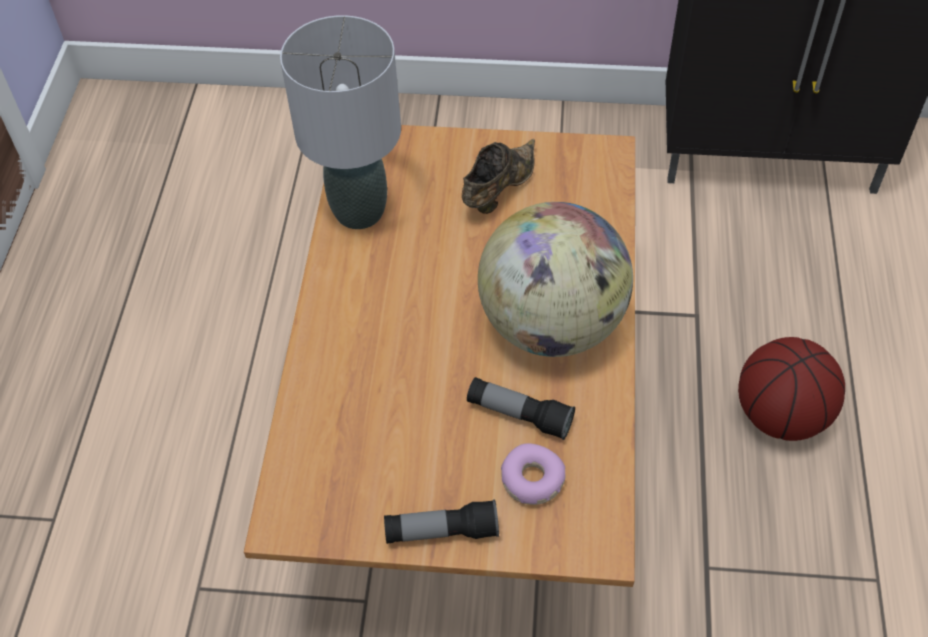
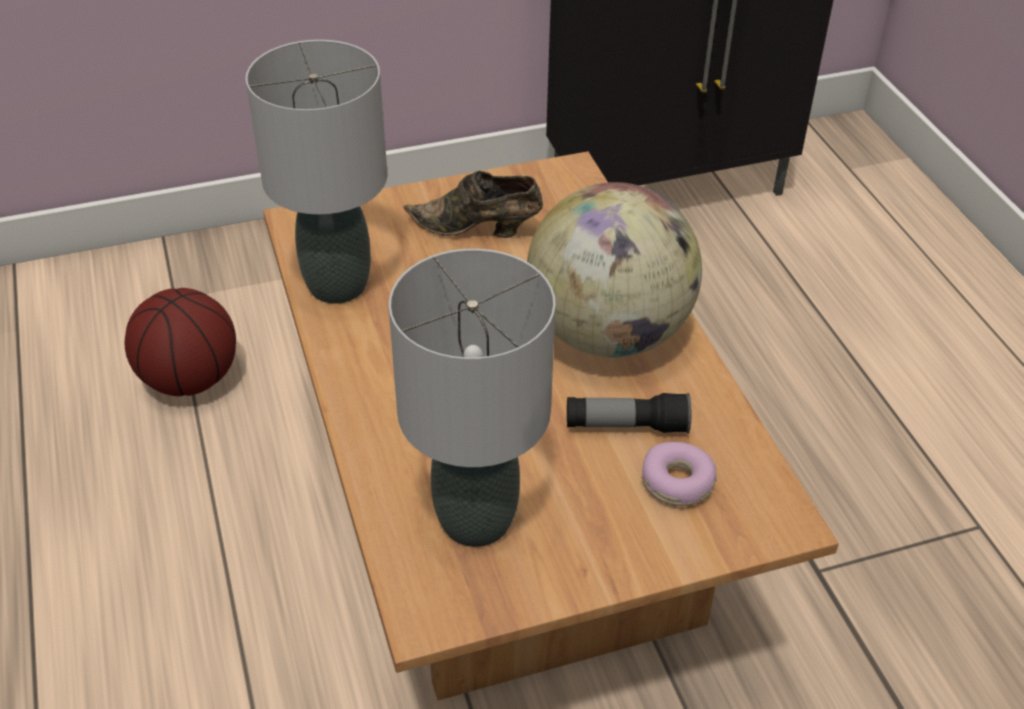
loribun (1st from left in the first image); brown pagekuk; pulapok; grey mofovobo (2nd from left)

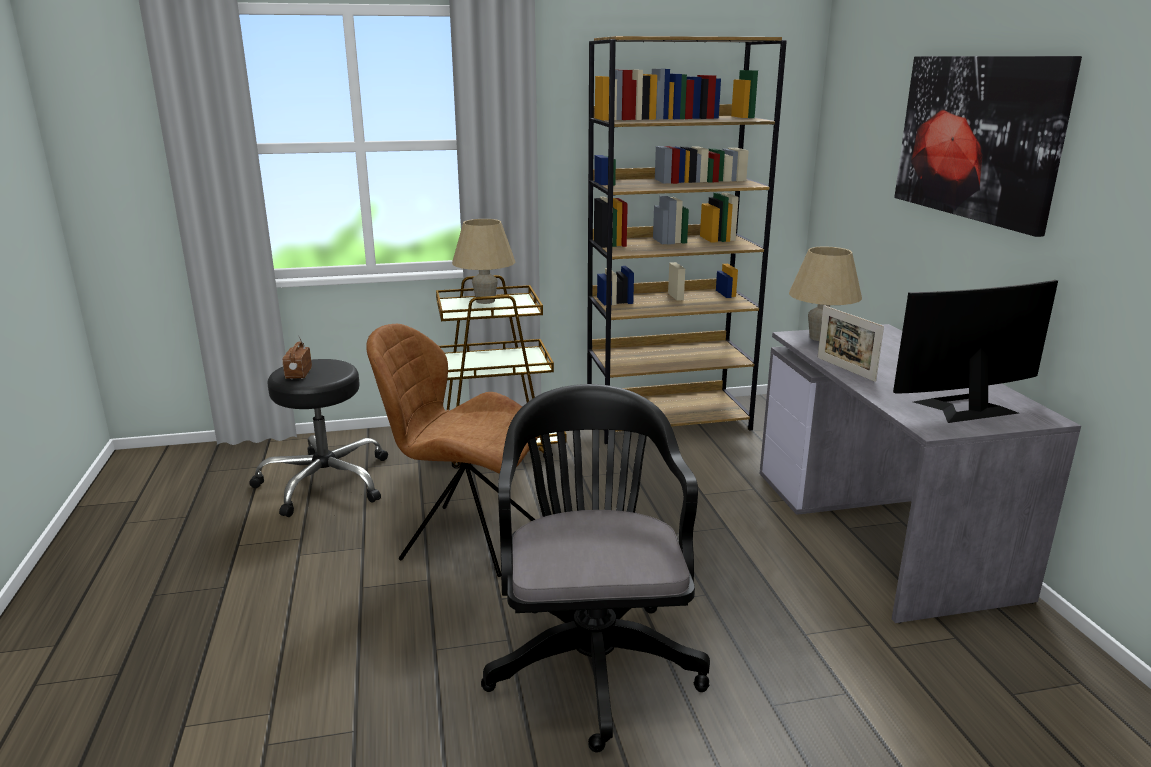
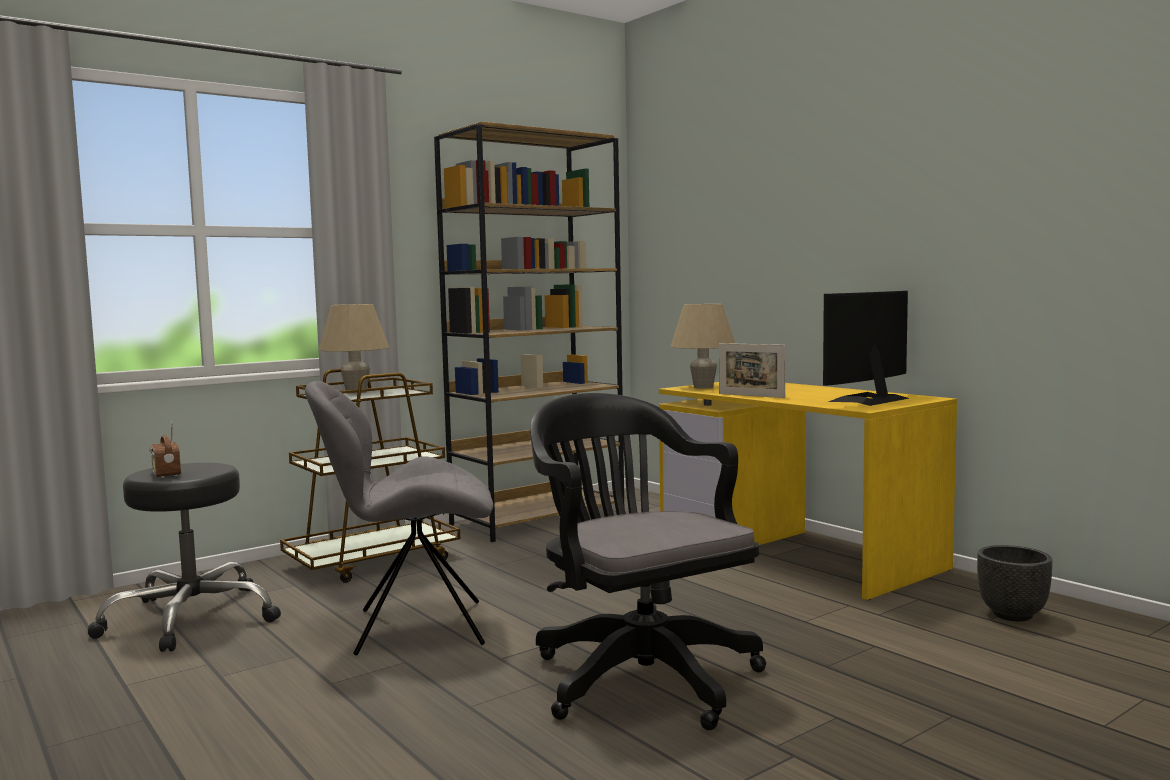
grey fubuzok; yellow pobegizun; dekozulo; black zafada

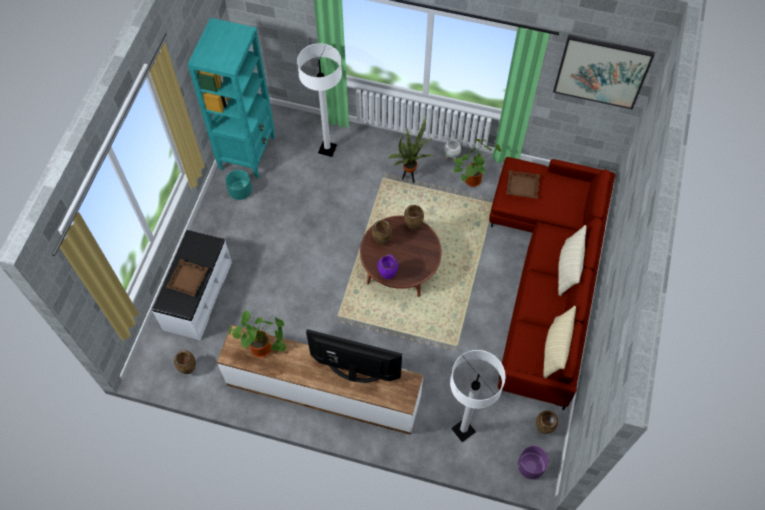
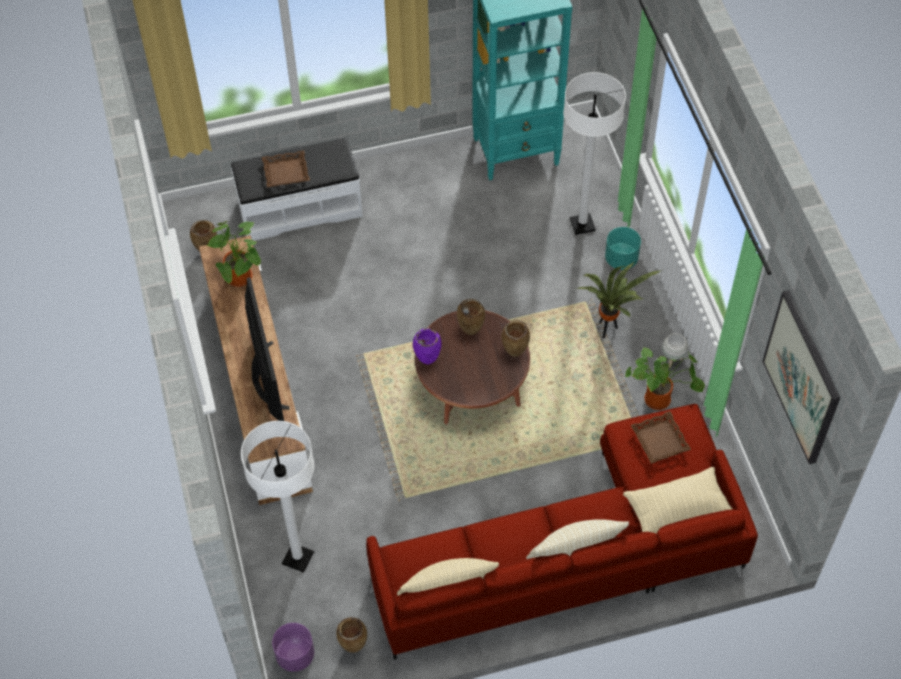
turquoise zafada; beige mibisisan (3rd from left)

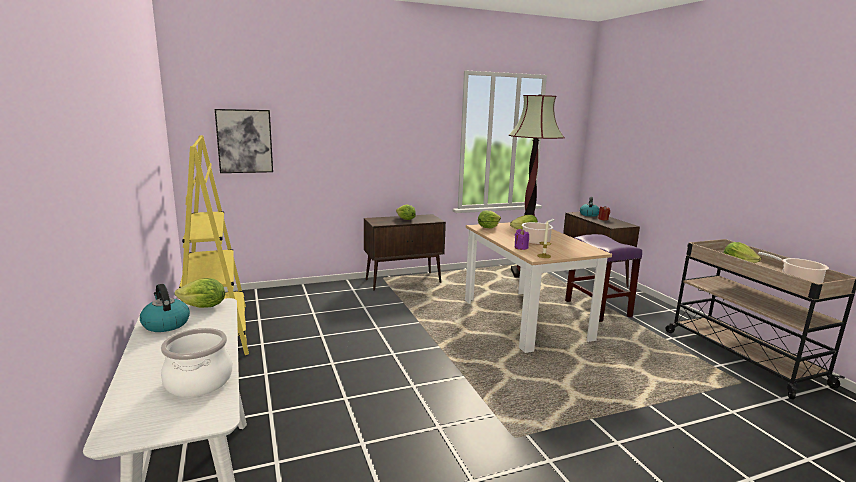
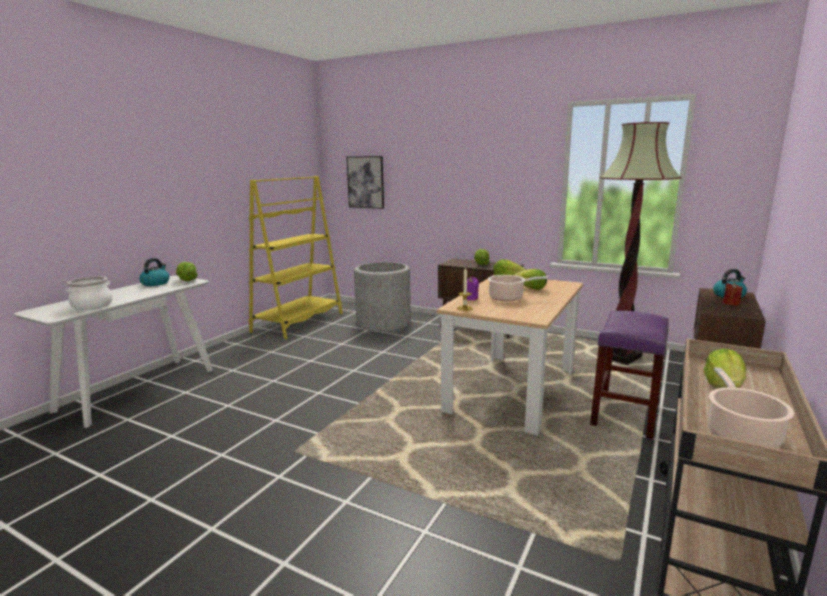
grey zafada

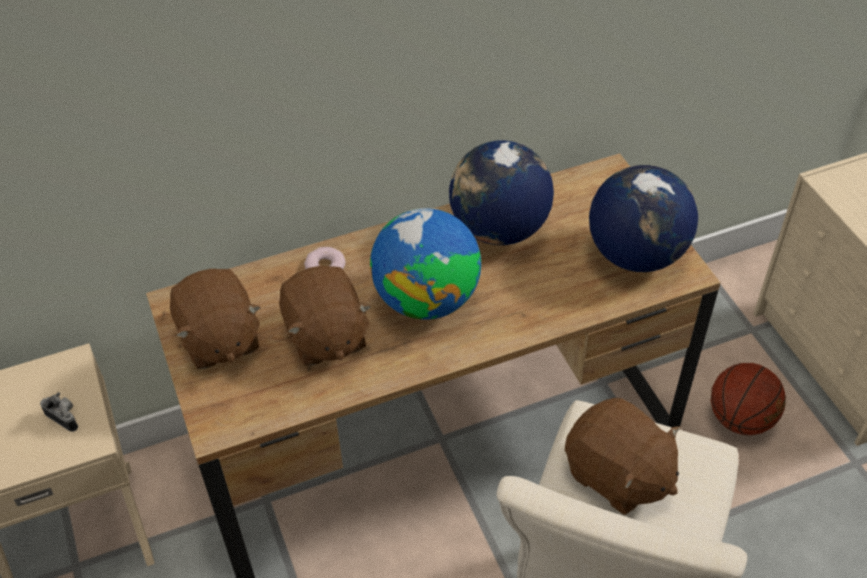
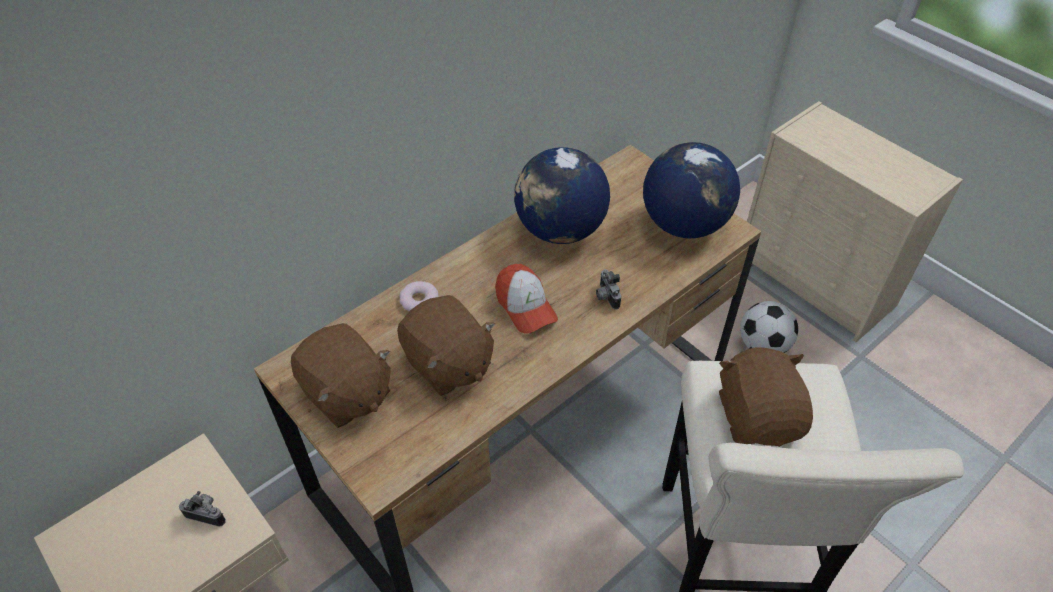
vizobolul; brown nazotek (3rd from left); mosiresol; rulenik (2nd from left)

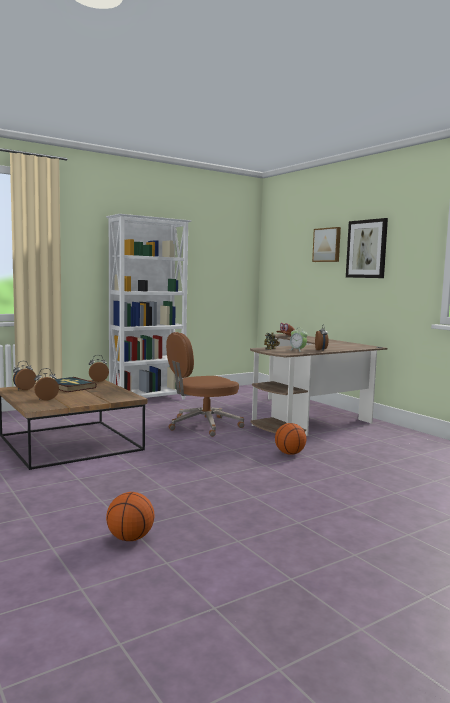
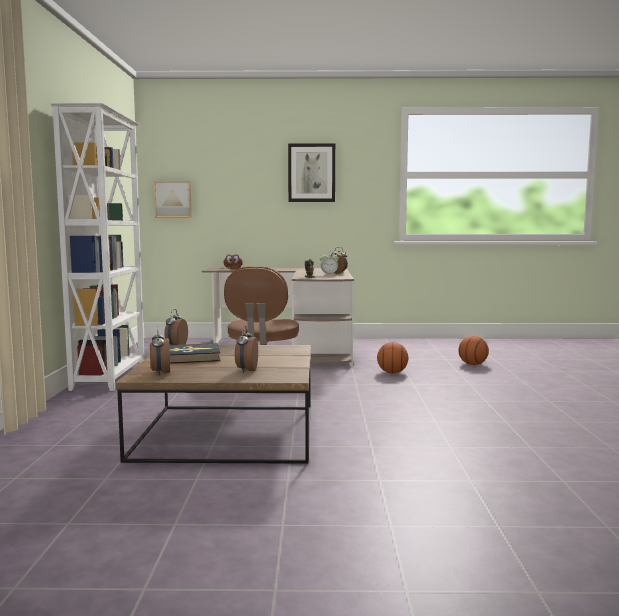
pulapok (2nd from left); dekozulo (1st from left)

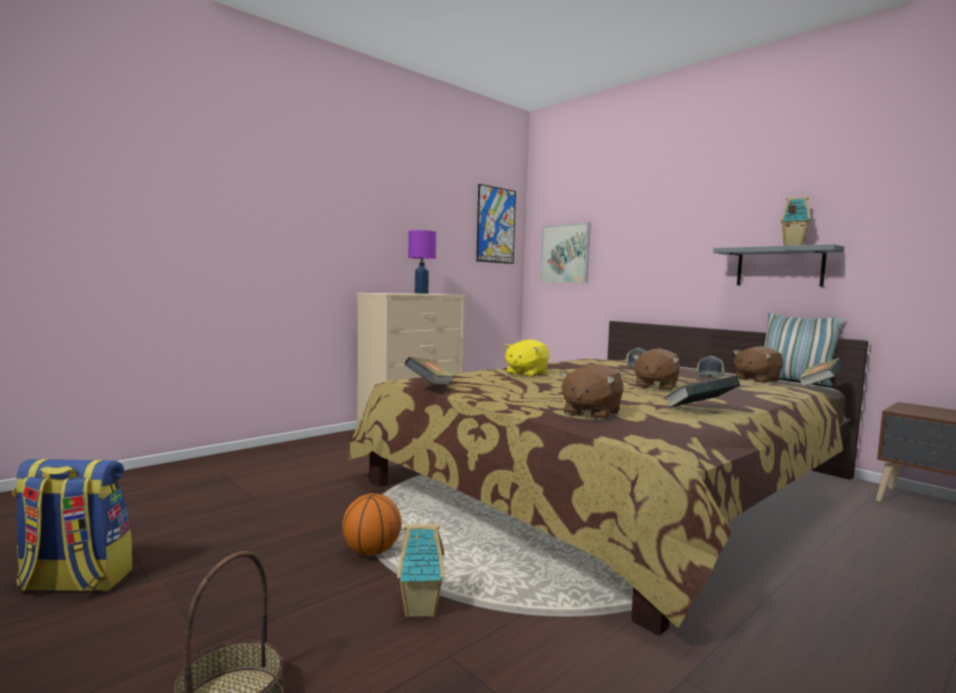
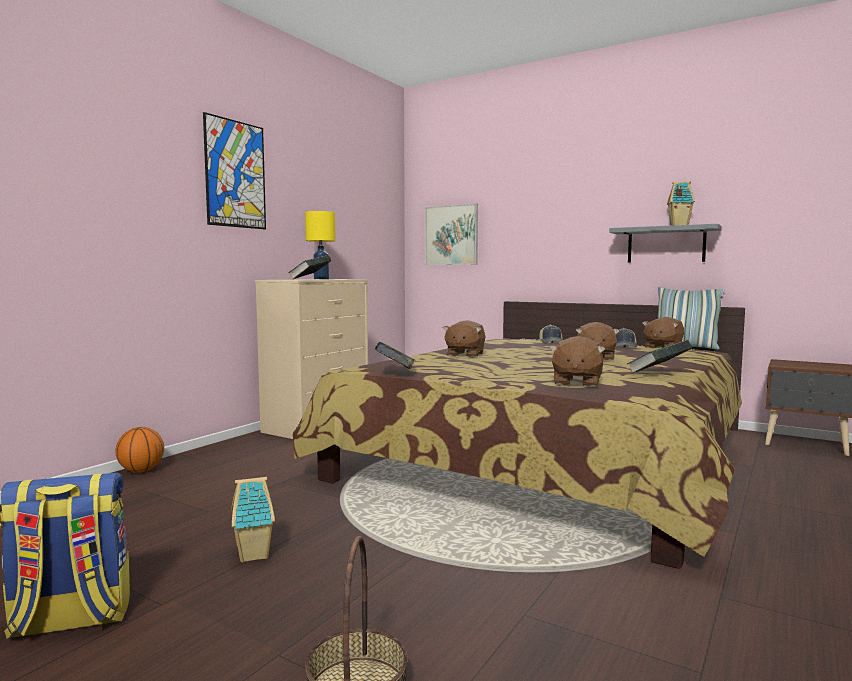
pulapok; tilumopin (1st from left); yellow mofovobo; dekozulo (1st from left); brown nazotek (1st from left); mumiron (1st from left)

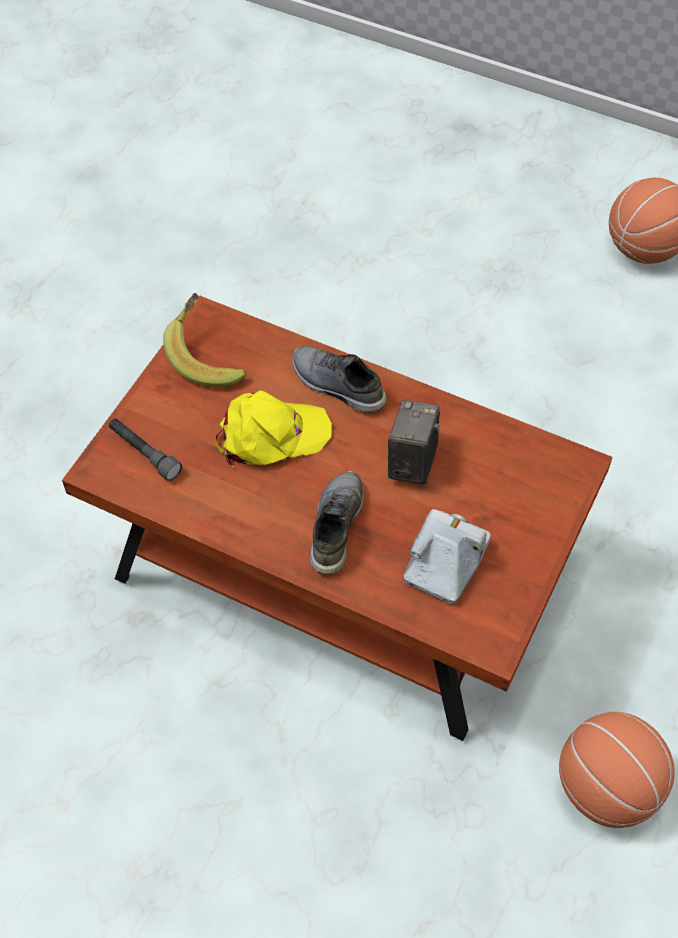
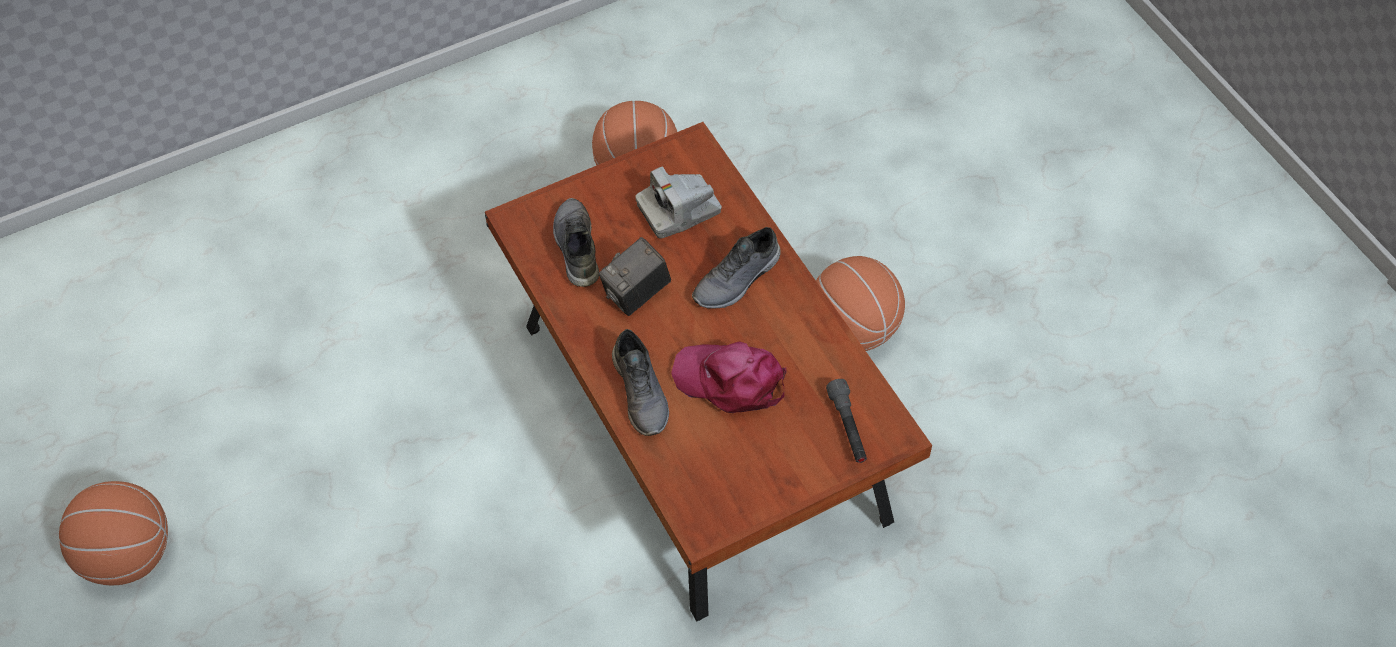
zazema; pink vizobolul; grey pagekuk (1st from left); pulapok (3rd from left)

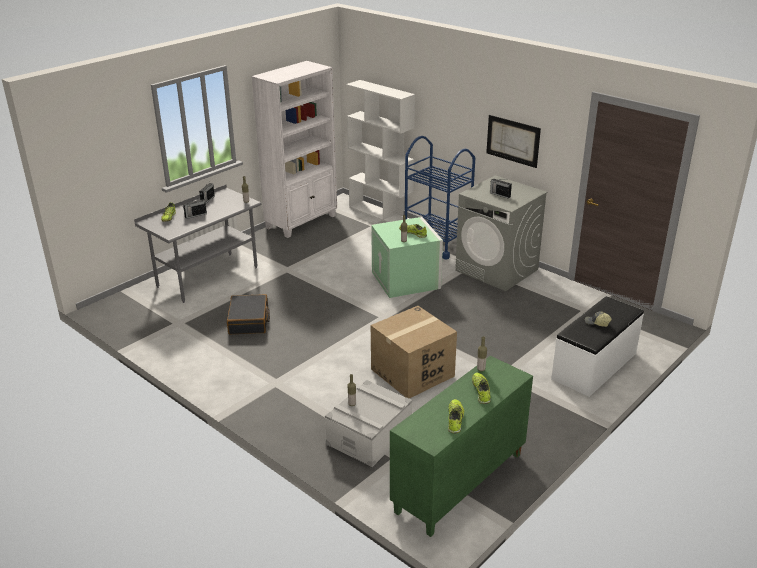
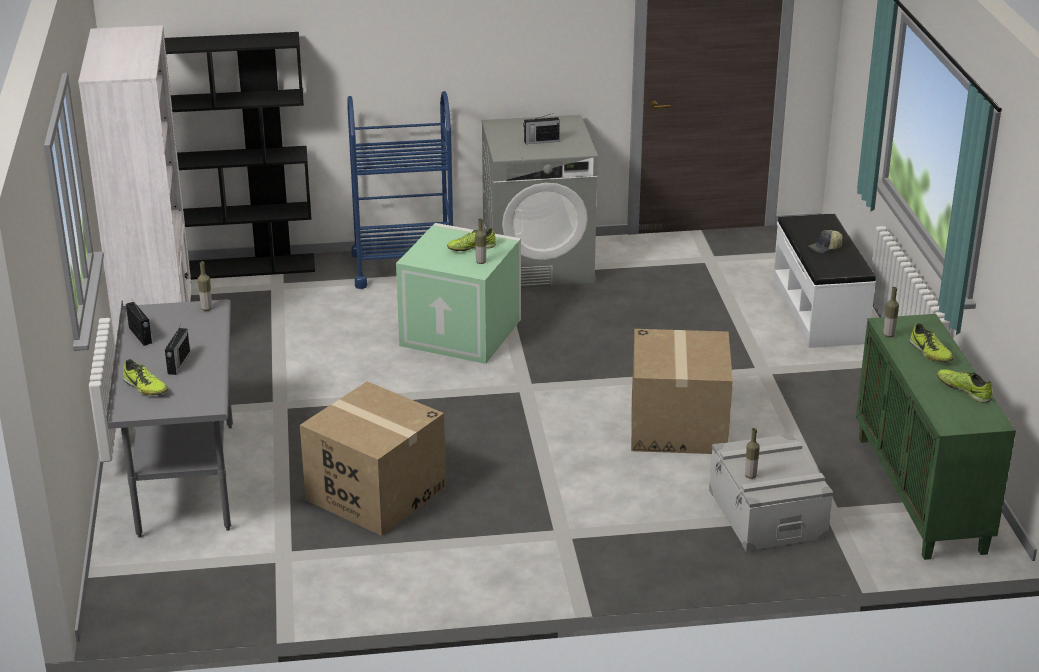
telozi (1st from left); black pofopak; pagekuk (3rd from left); dekozulo

